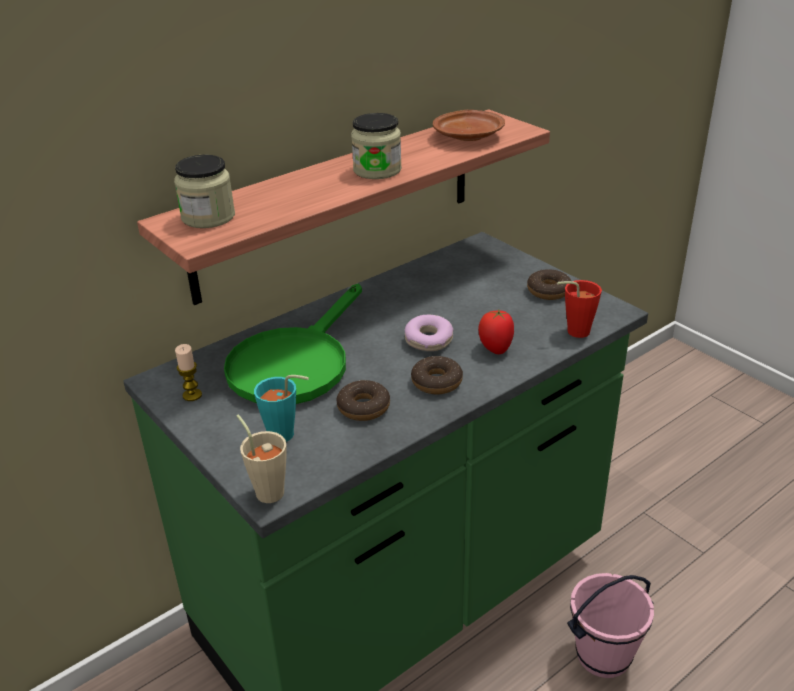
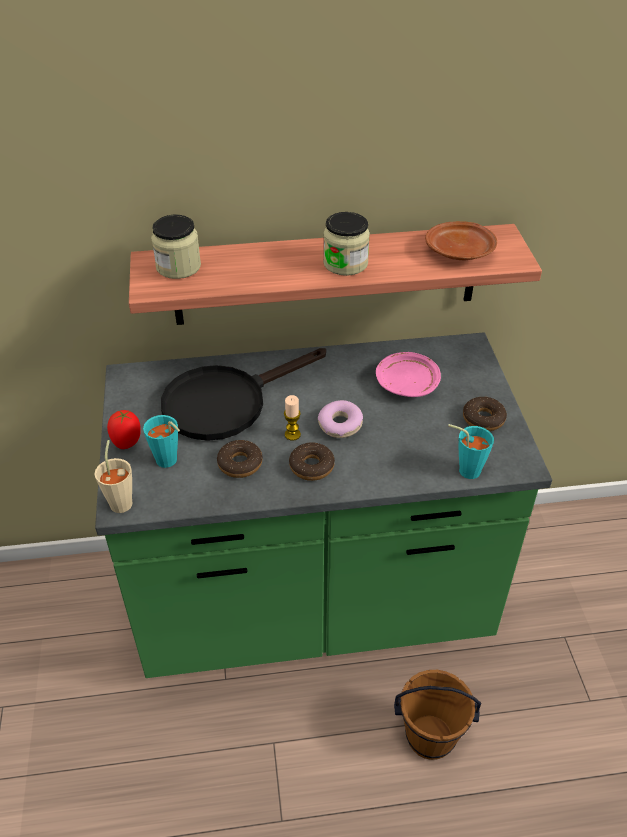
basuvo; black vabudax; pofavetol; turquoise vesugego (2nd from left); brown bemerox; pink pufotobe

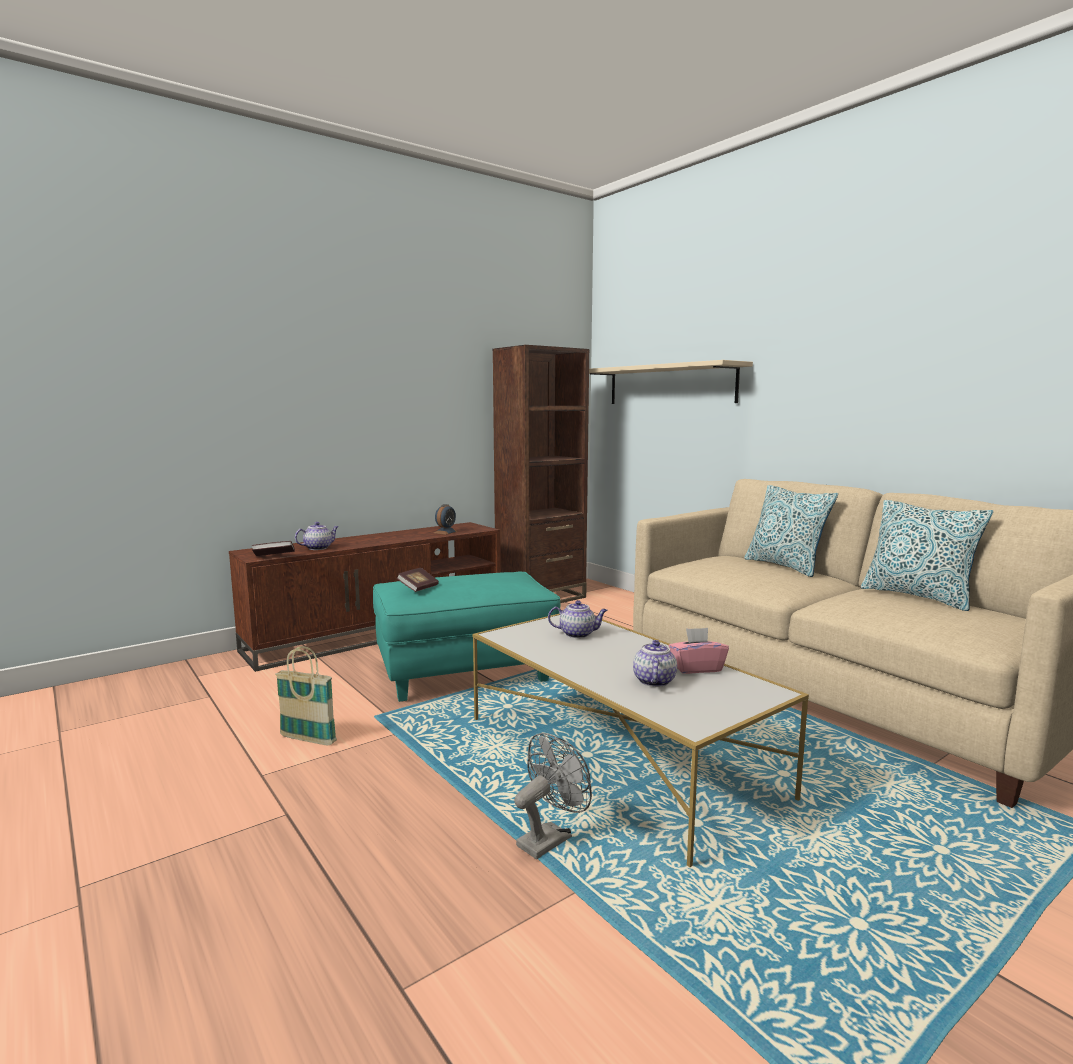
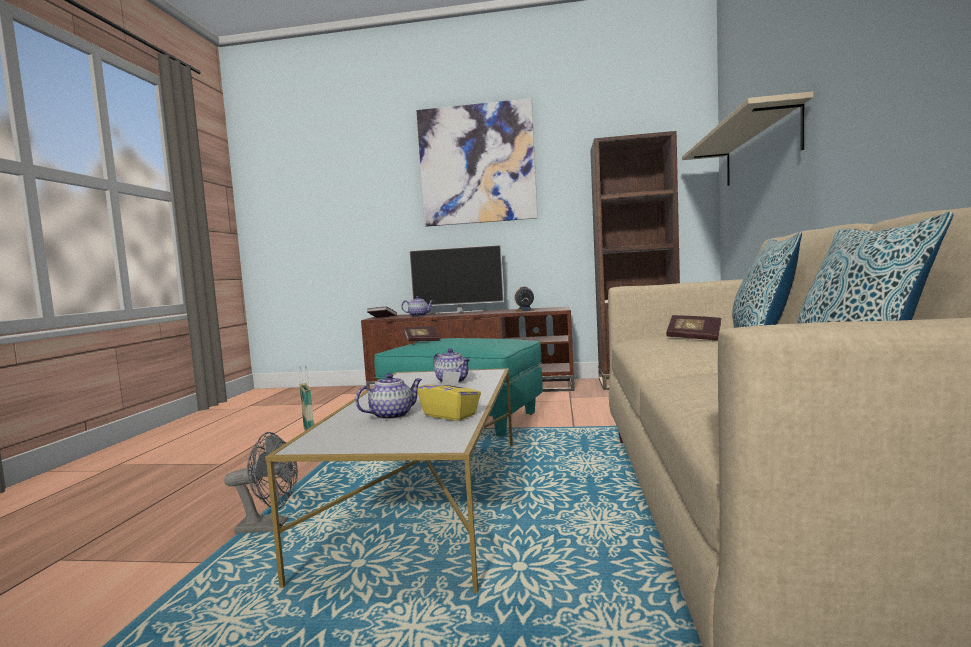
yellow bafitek; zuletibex; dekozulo; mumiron (3rd from left)

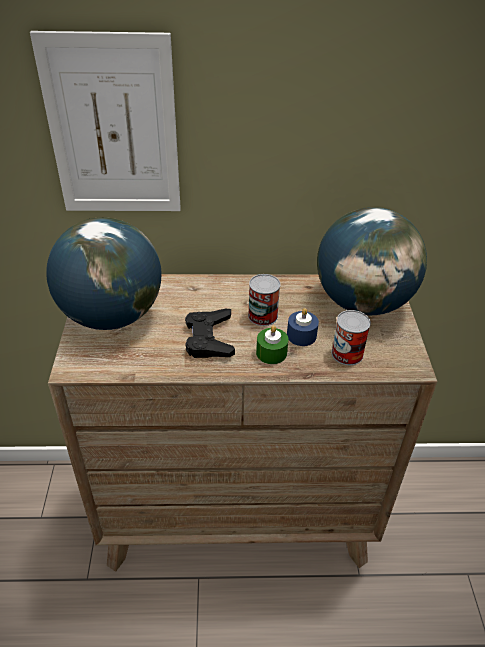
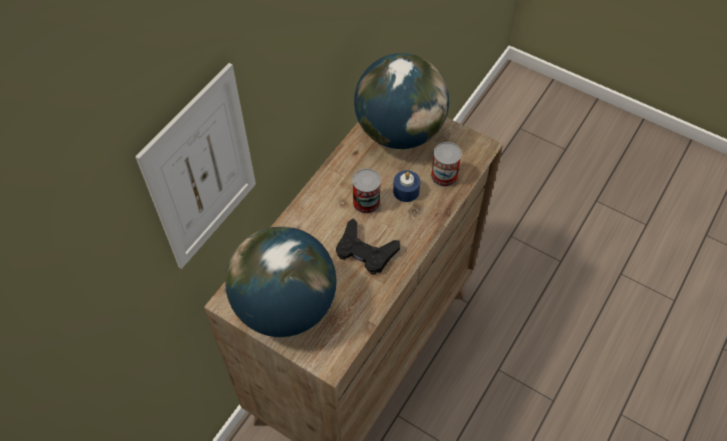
green basuvo

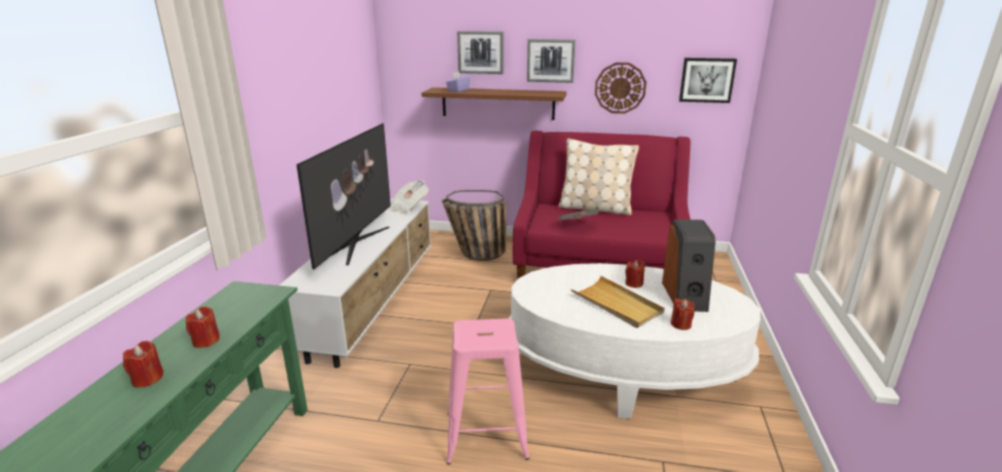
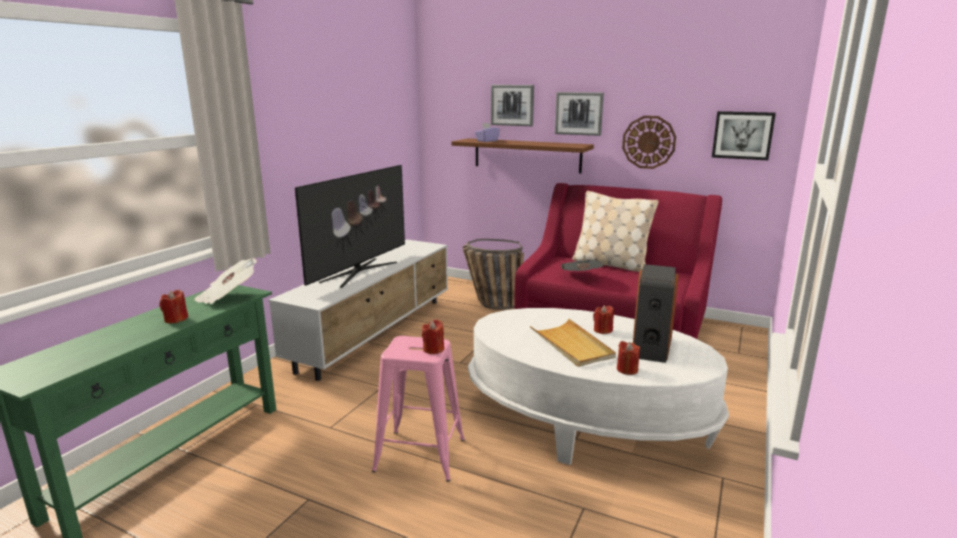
red basuvo (2nd from left); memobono (1st from left)

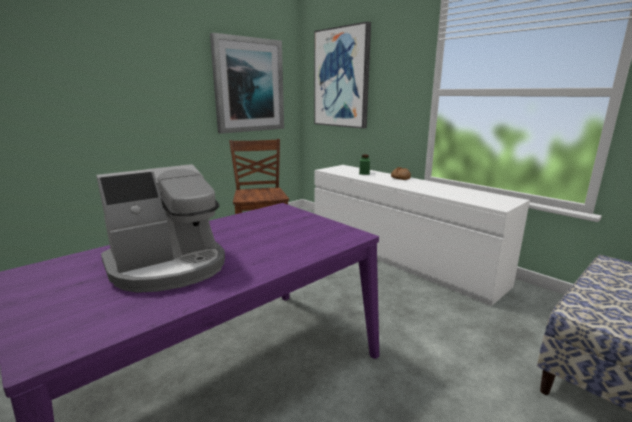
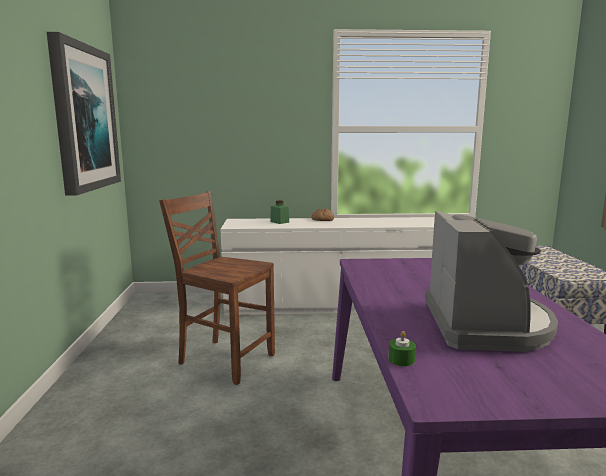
dekozulo (2nd from left in the first image); green basuvo

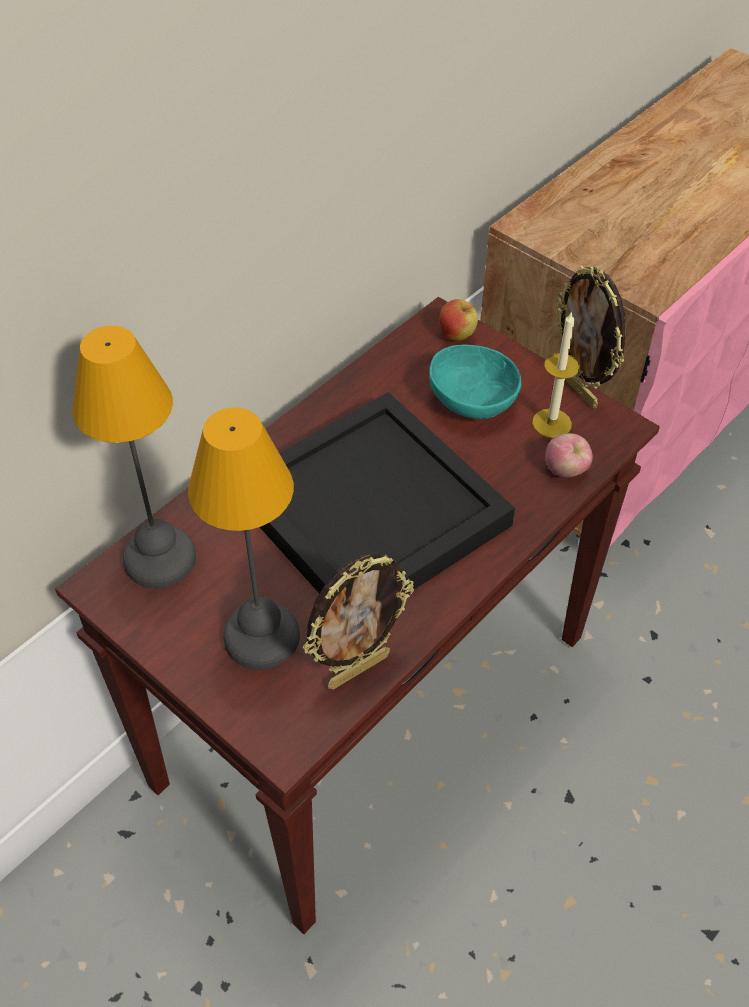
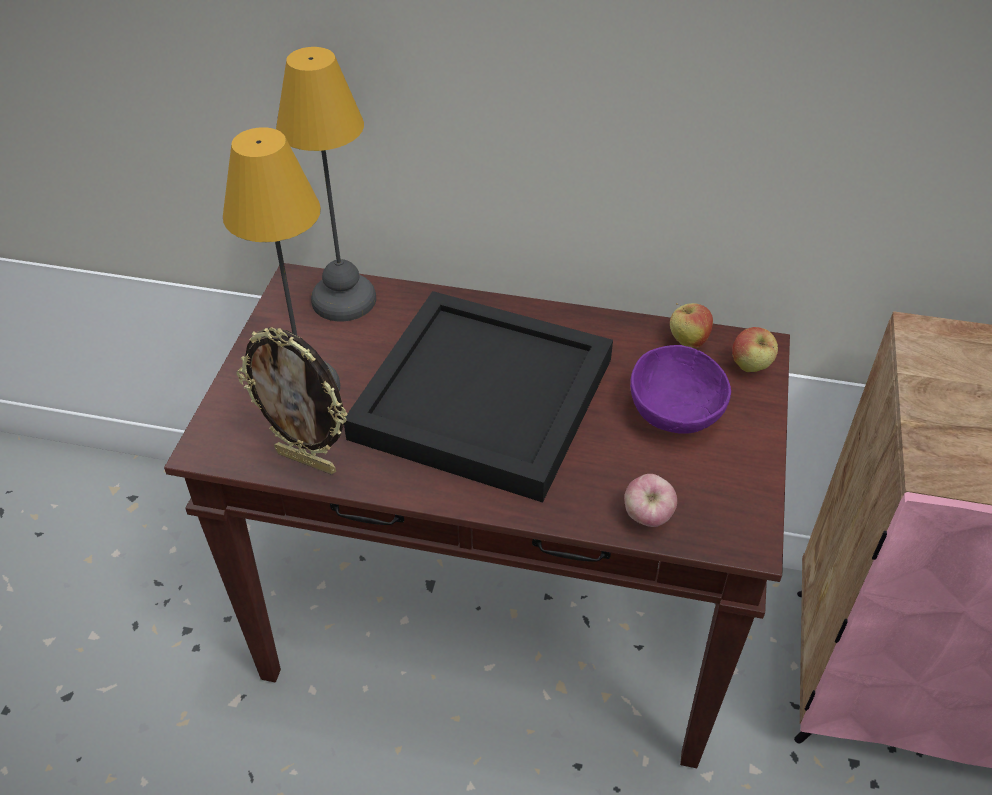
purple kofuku; basuvo; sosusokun (2nd from left in the first image); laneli (2nd from left)

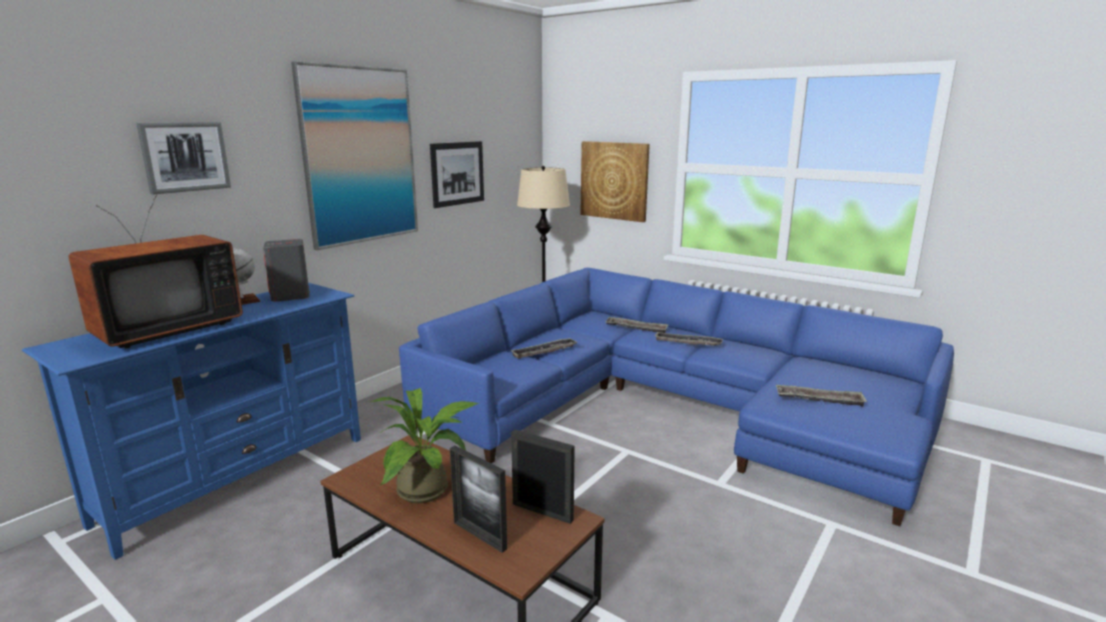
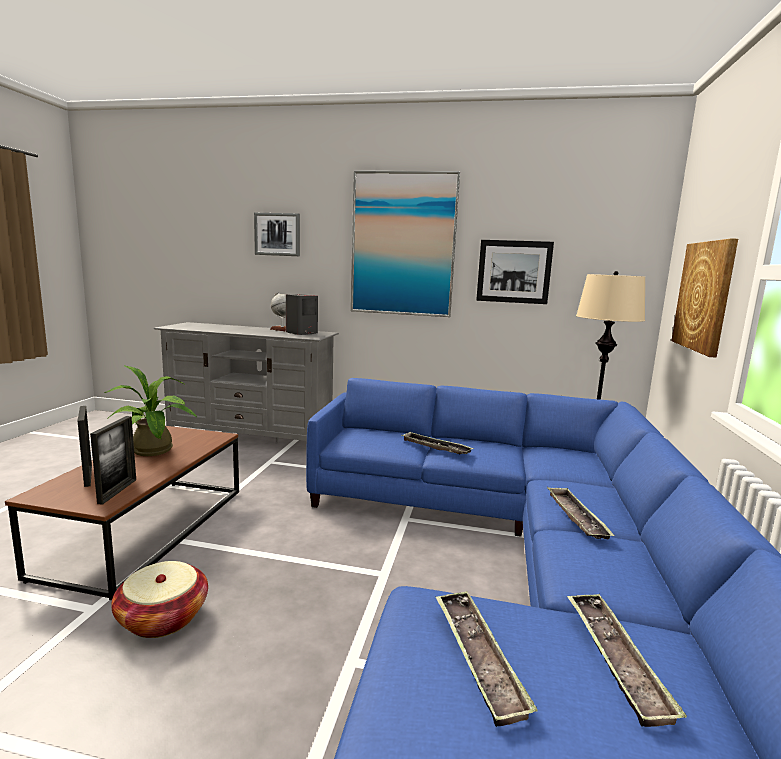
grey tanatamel; zuletibex; sosusokun (1st from left); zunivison (4th from left); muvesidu

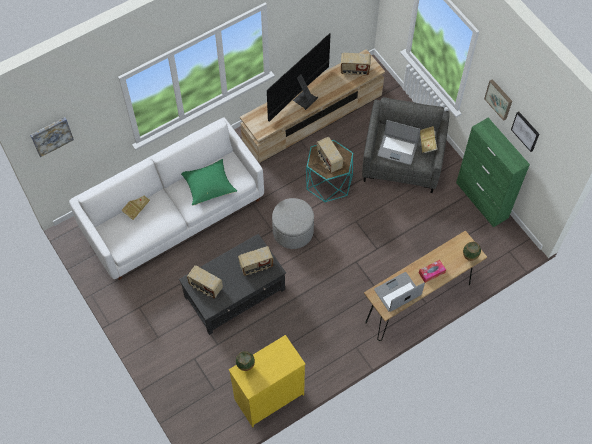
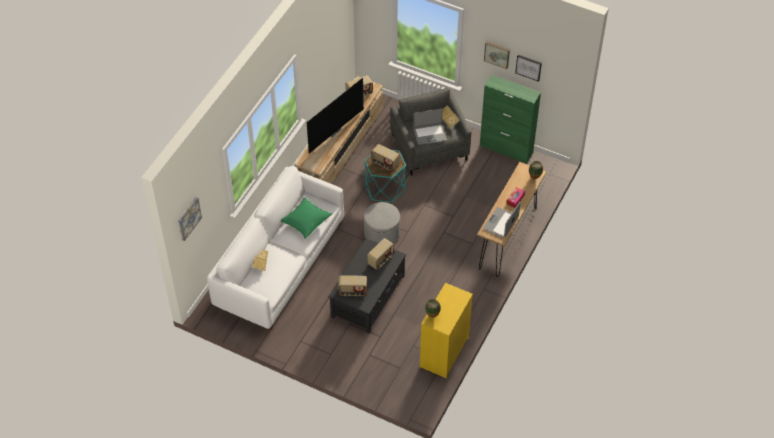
zuletibex

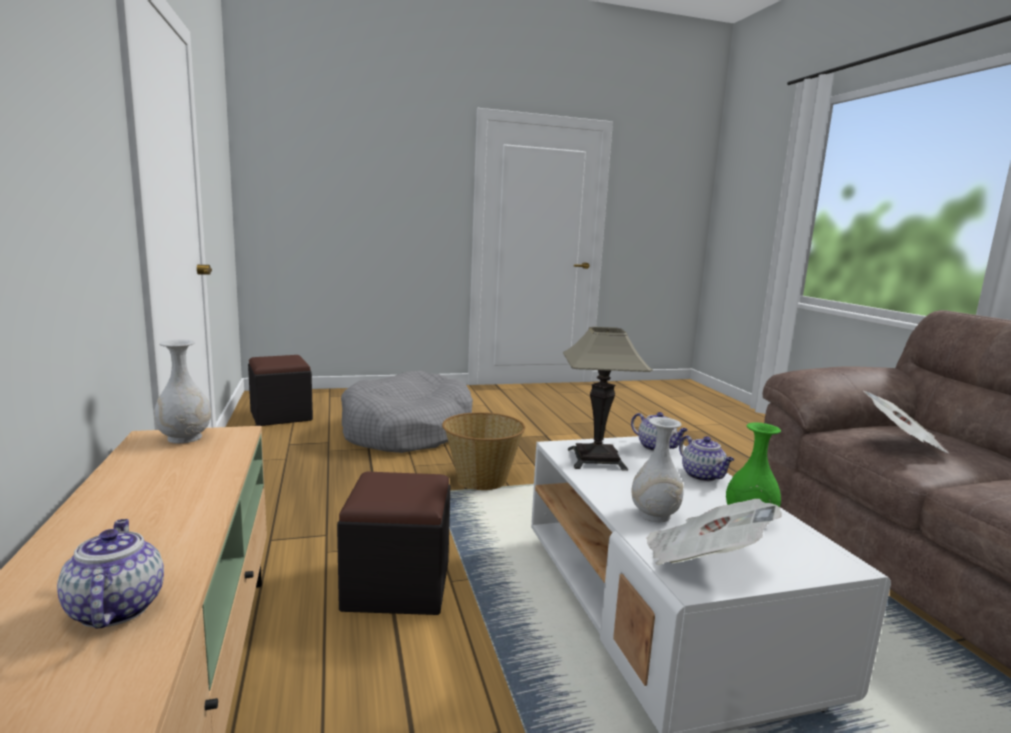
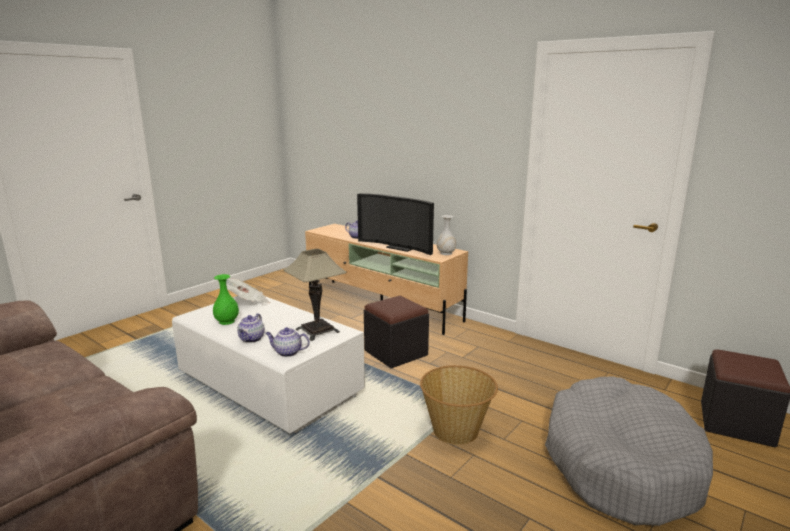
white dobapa (2nd from left in the first image); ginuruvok (1st from left); memobono (2nd from left in the first image); zuletibex

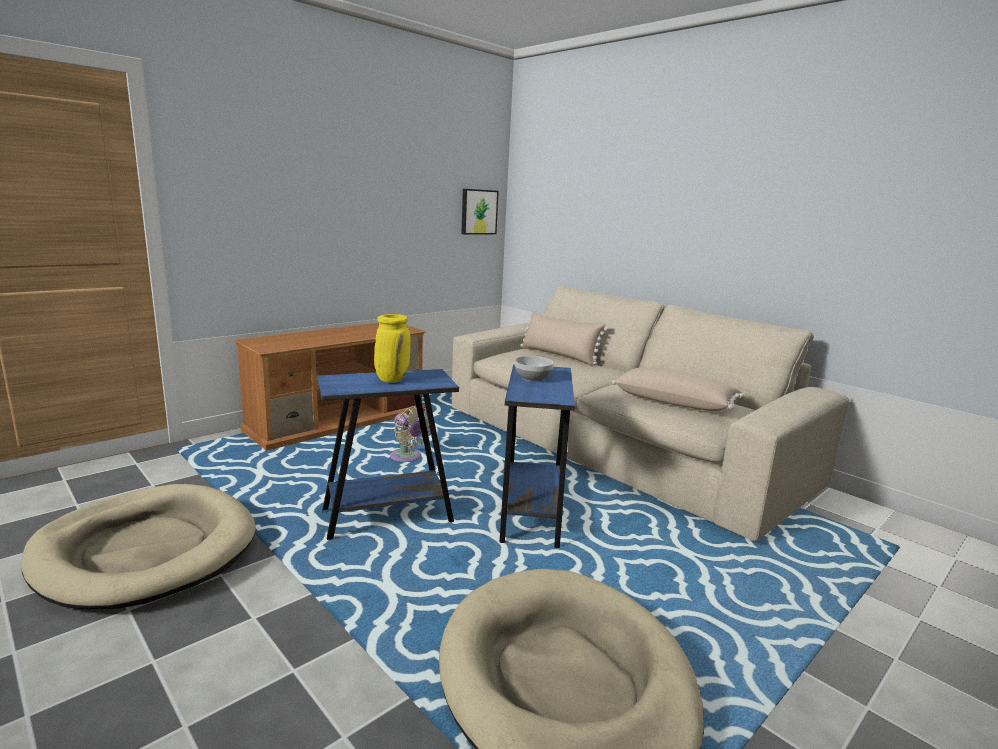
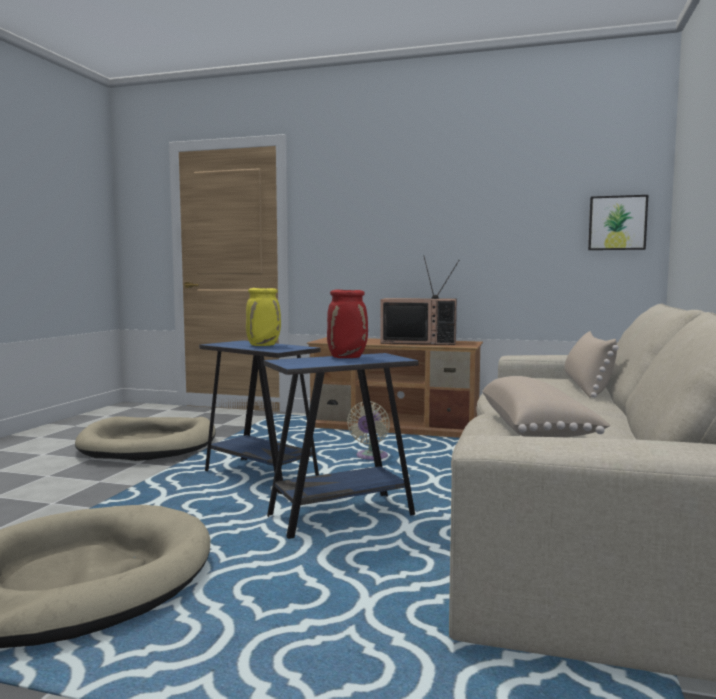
red dobapa; zuletibex

